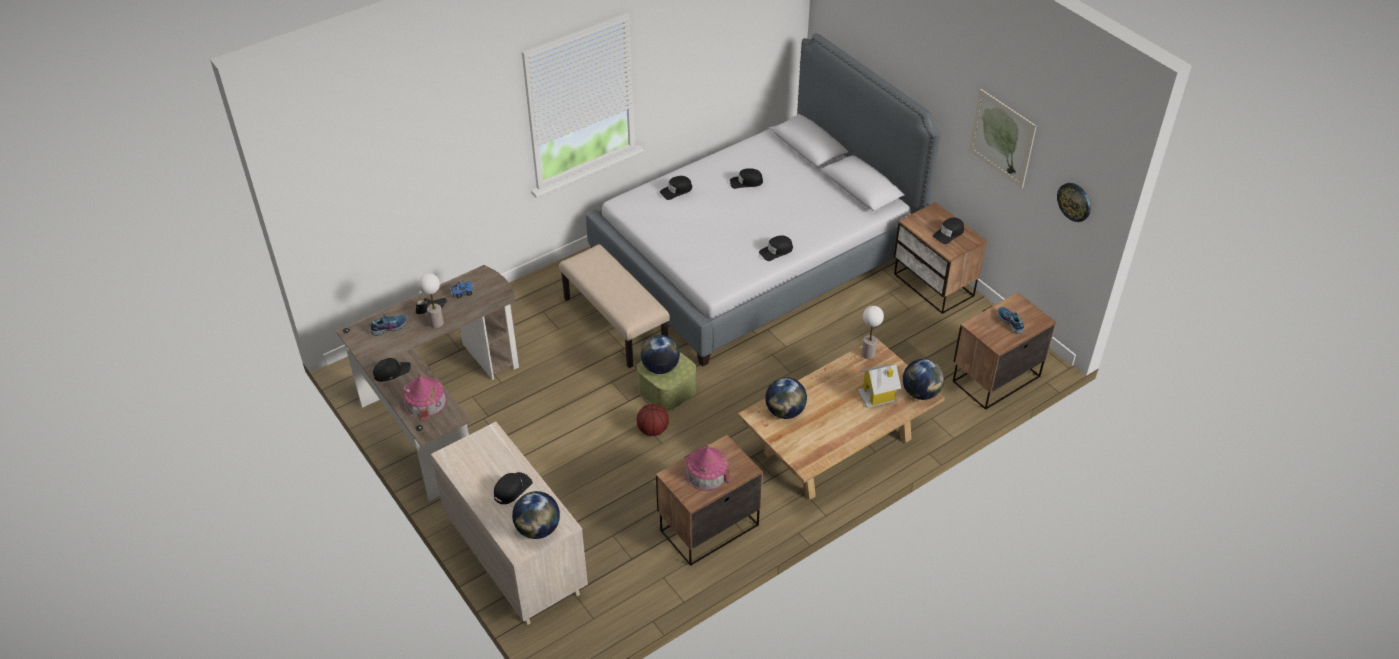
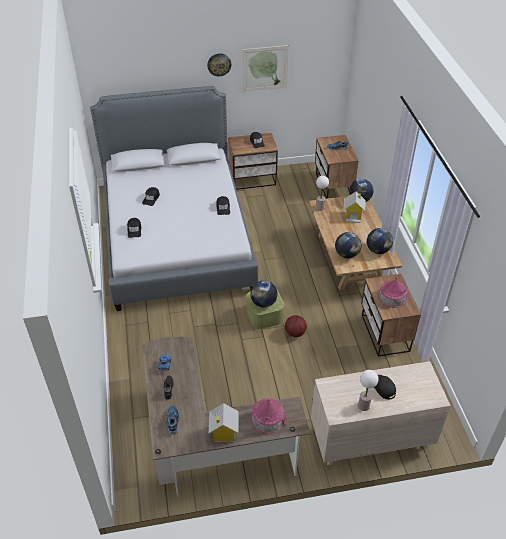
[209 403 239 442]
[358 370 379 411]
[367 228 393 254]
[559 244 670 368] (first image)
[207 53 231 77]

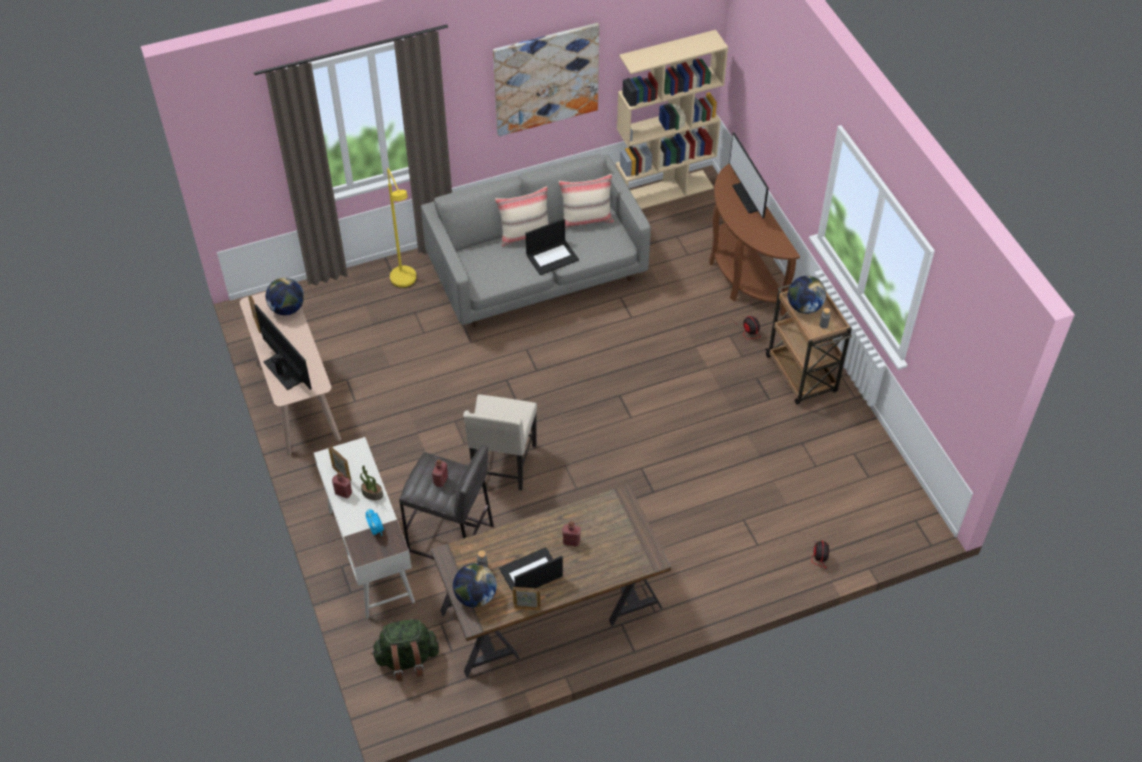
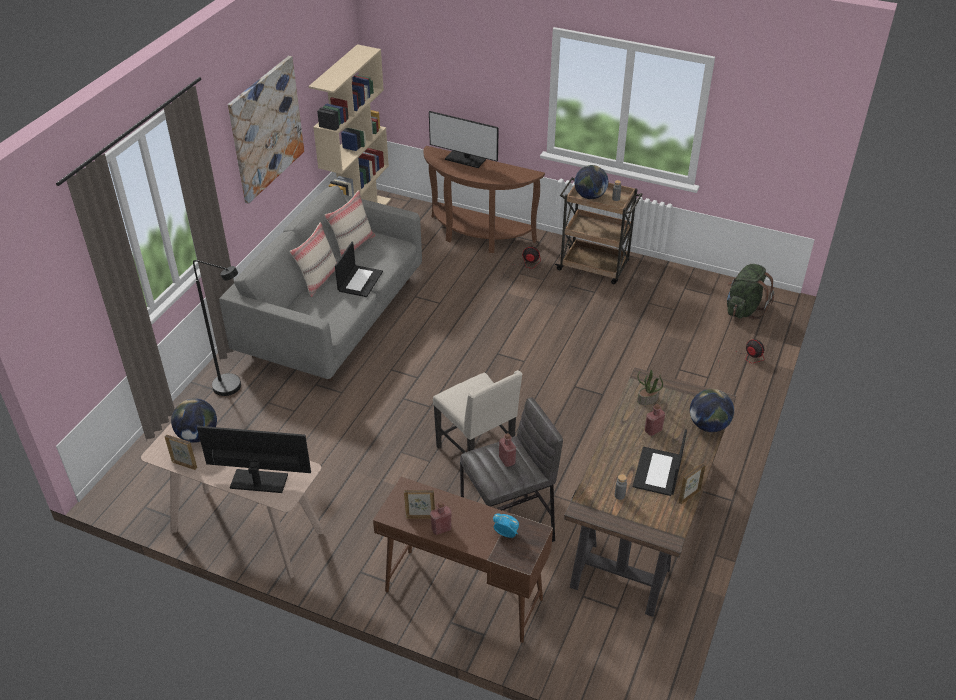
[373 477 553 643]
[637 370 663 405]
[727 264 774 320]
[193 260 241 396]
[690 389 734 432]

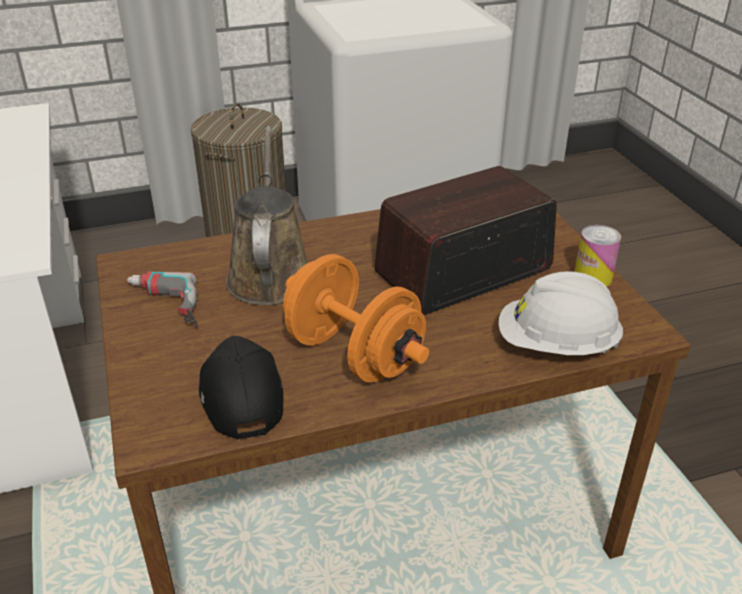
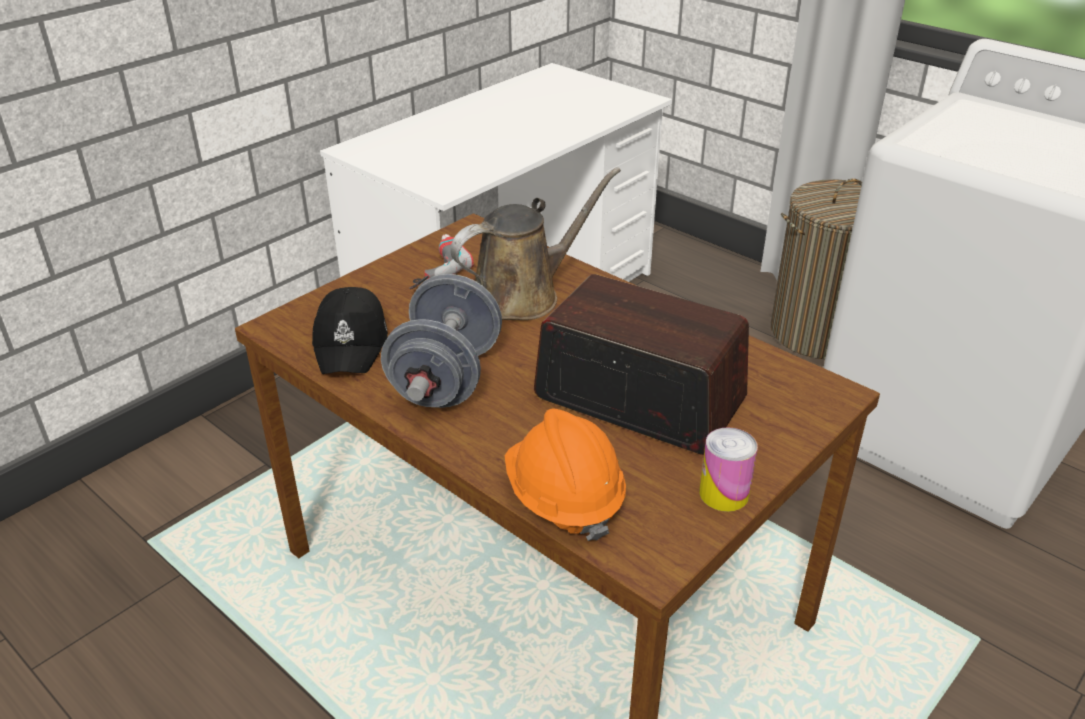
[312 287 388 374]
[381 274 502 408]
[505 408 626 541]

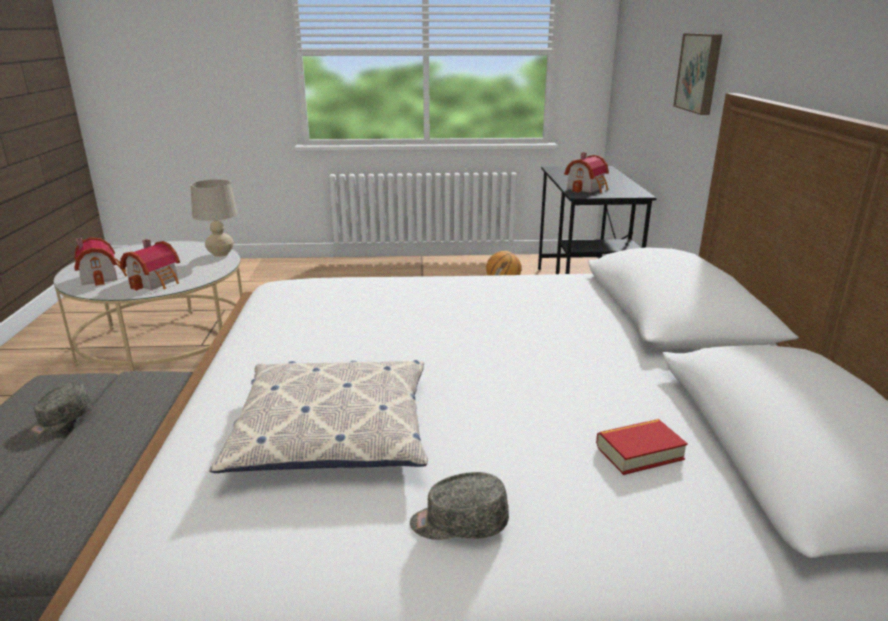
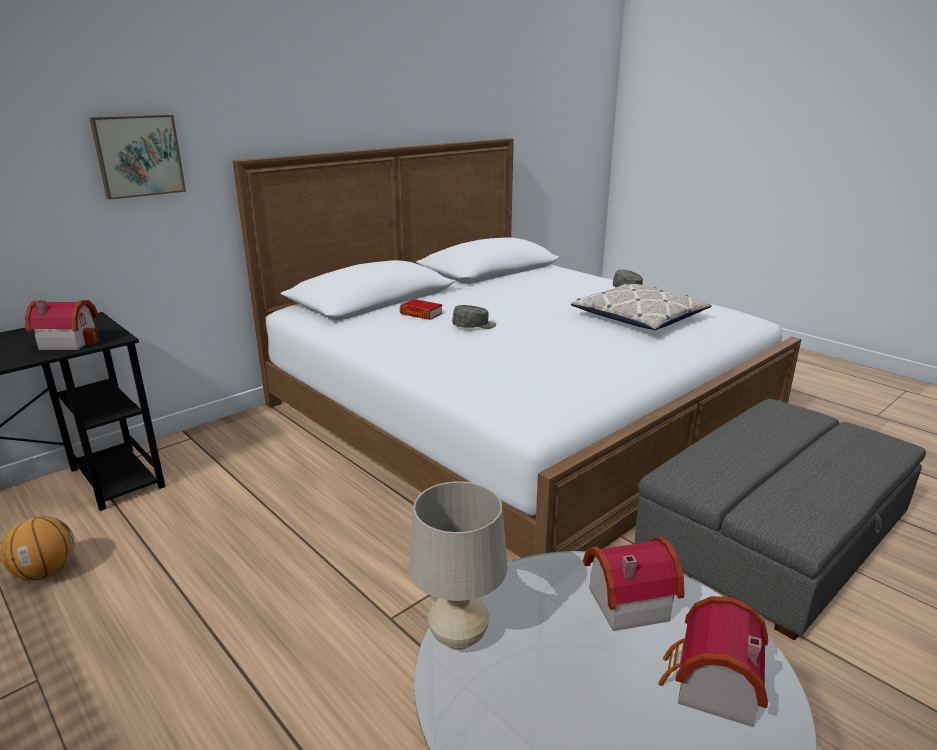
[452 305 496 329]
[400 299 443 320]

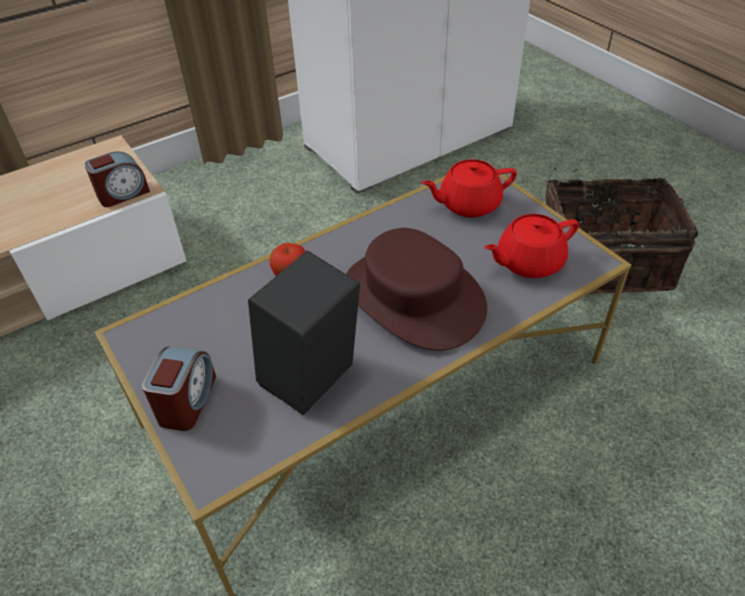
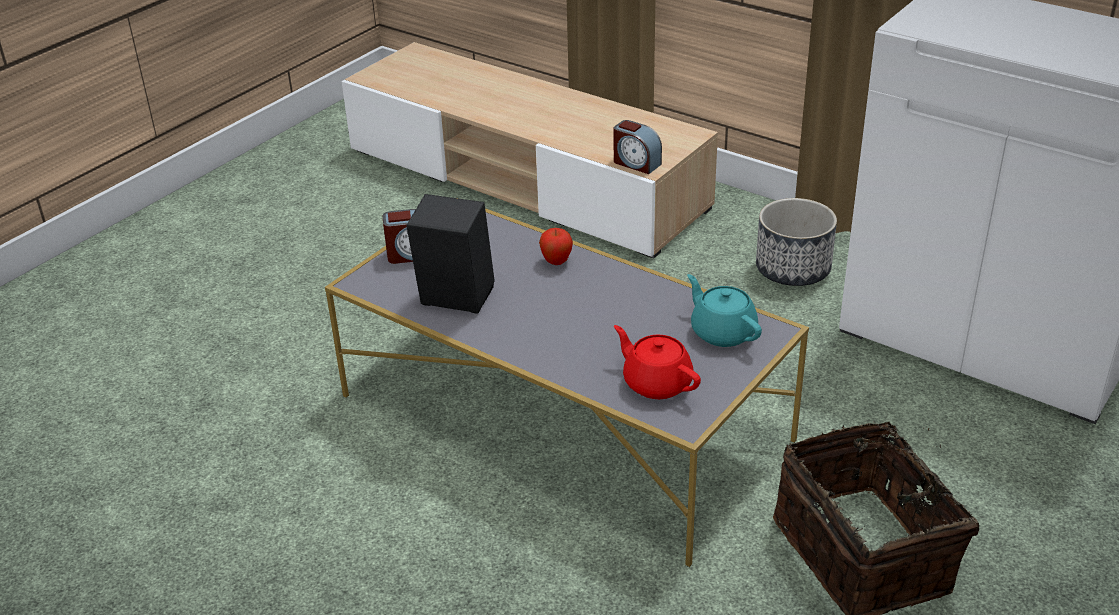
[346 228 487 351] (first image)
[687 274 762 347]
[756 198 837 286]

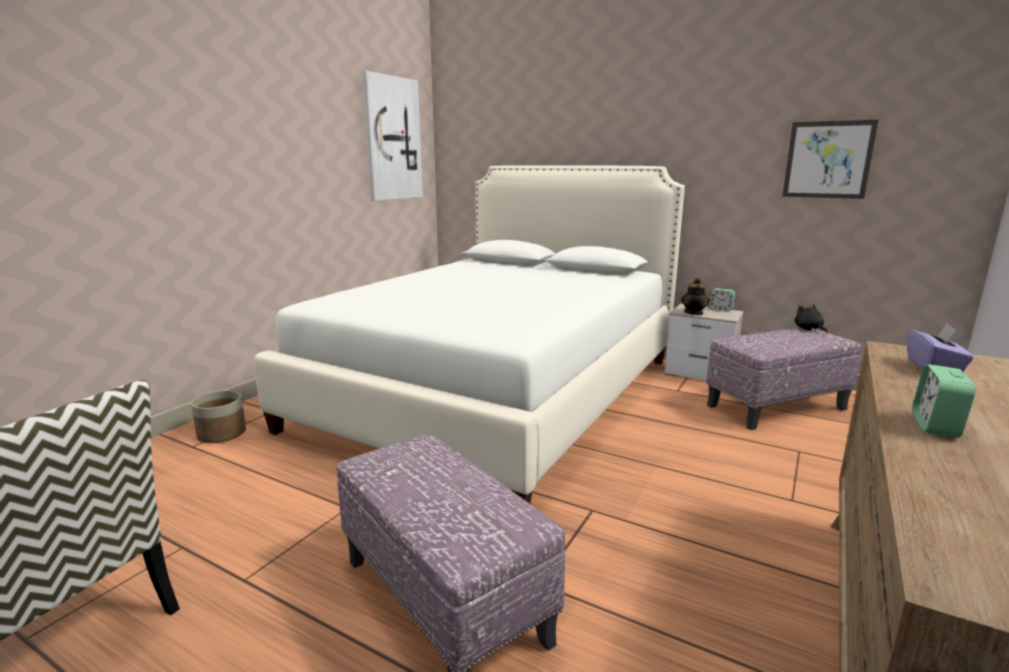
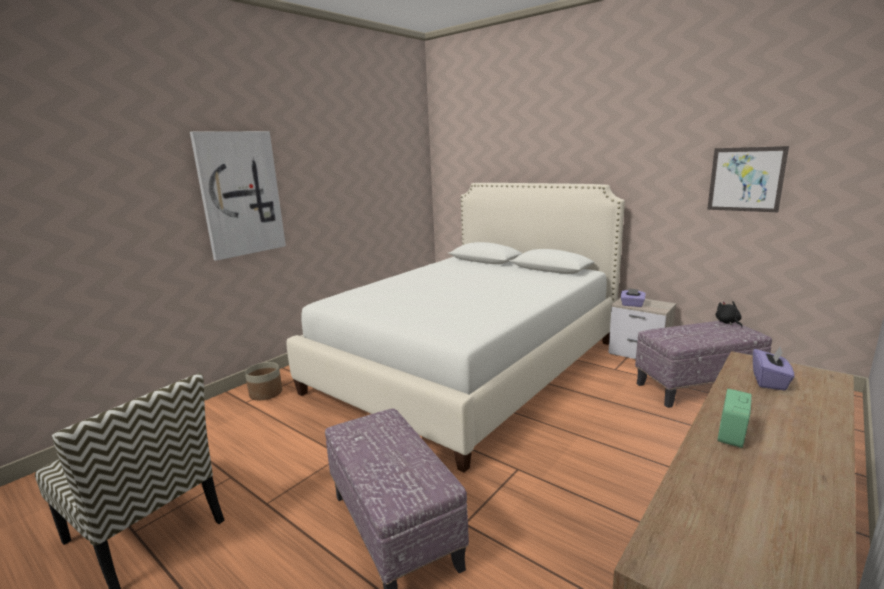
[190 131 286 261]
[621 288 646 307]
[708 288 735 312] (first image)

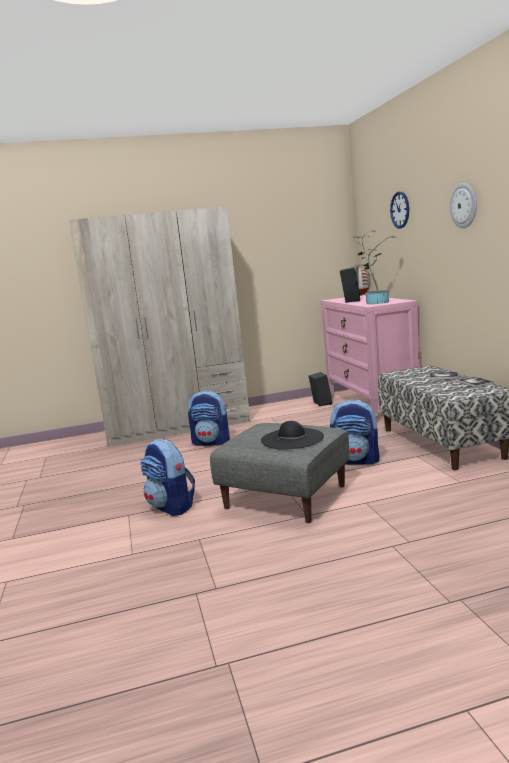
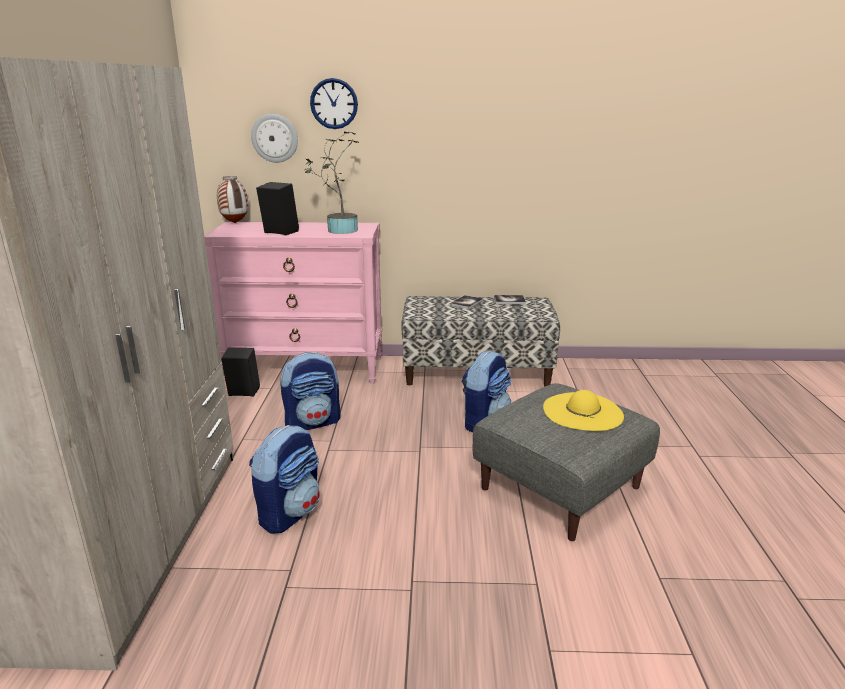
[280 352 341 430]
[543 390 624 431]
[251 114 298 163]

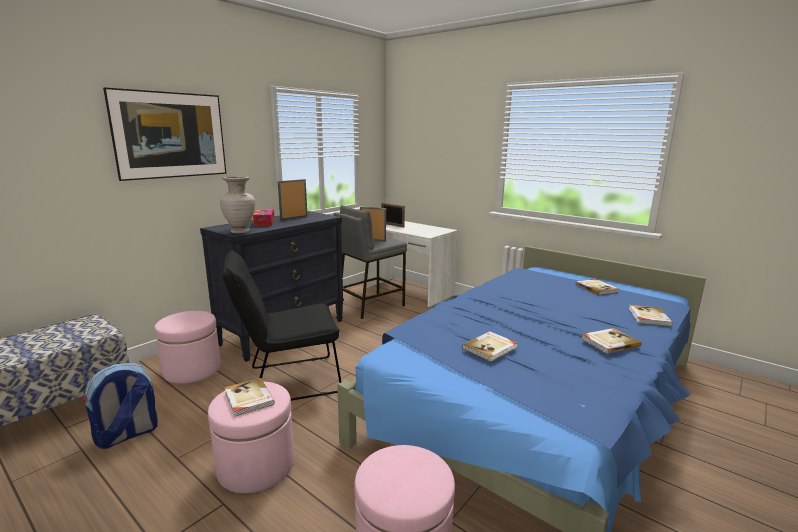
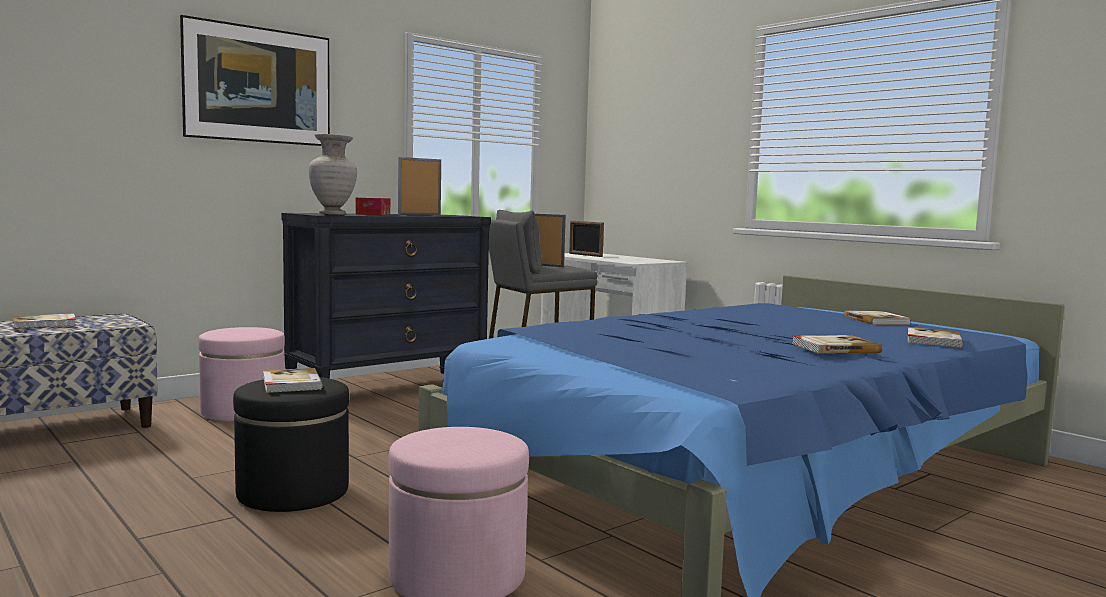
[83 363 158 449] (first image)
[233 377 349 512]
[222 250 341 401] (first image)
[13 313 76 329]

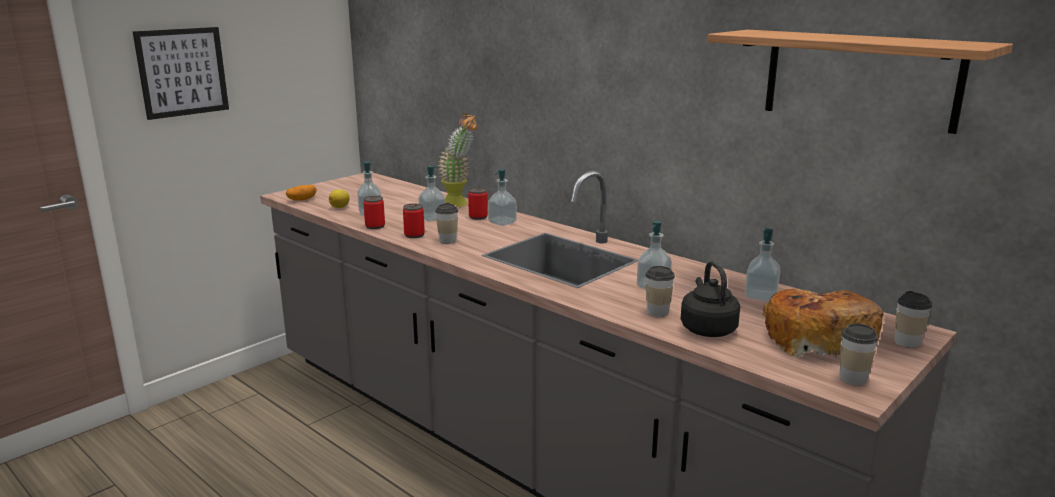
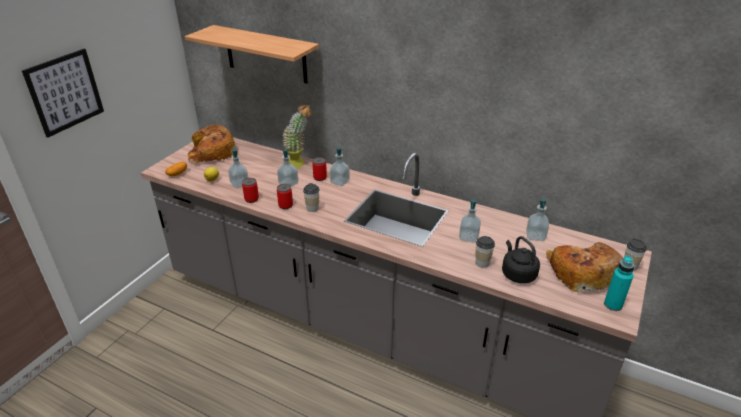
[185 25 319 83]
[604 255 635 311]
[188 125 235 163]

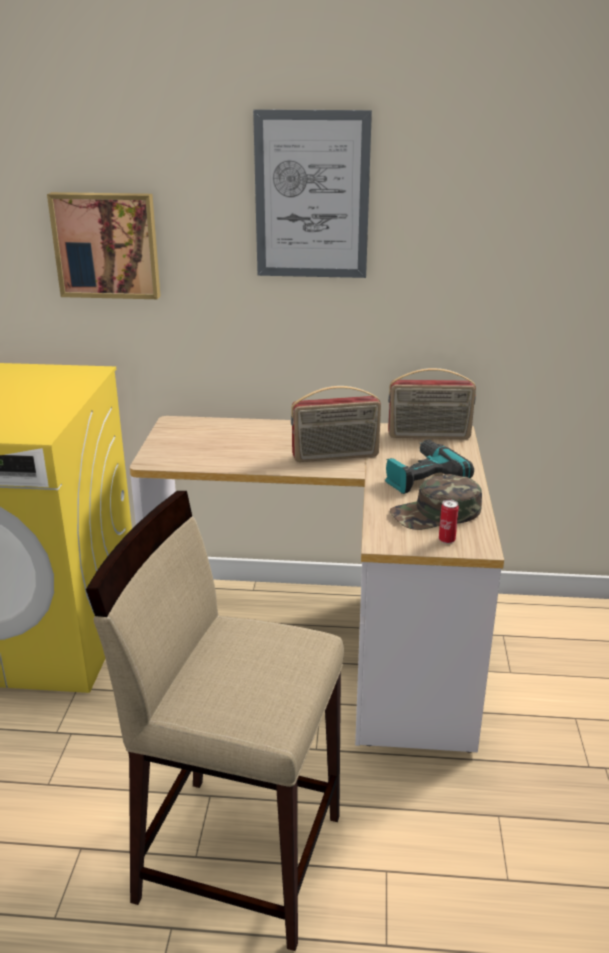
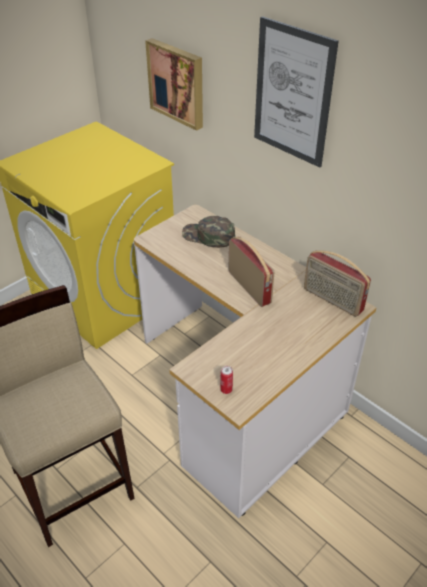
[228 237 274 307]
[385 440 474 494] (first image)
[182 216 235 248]

